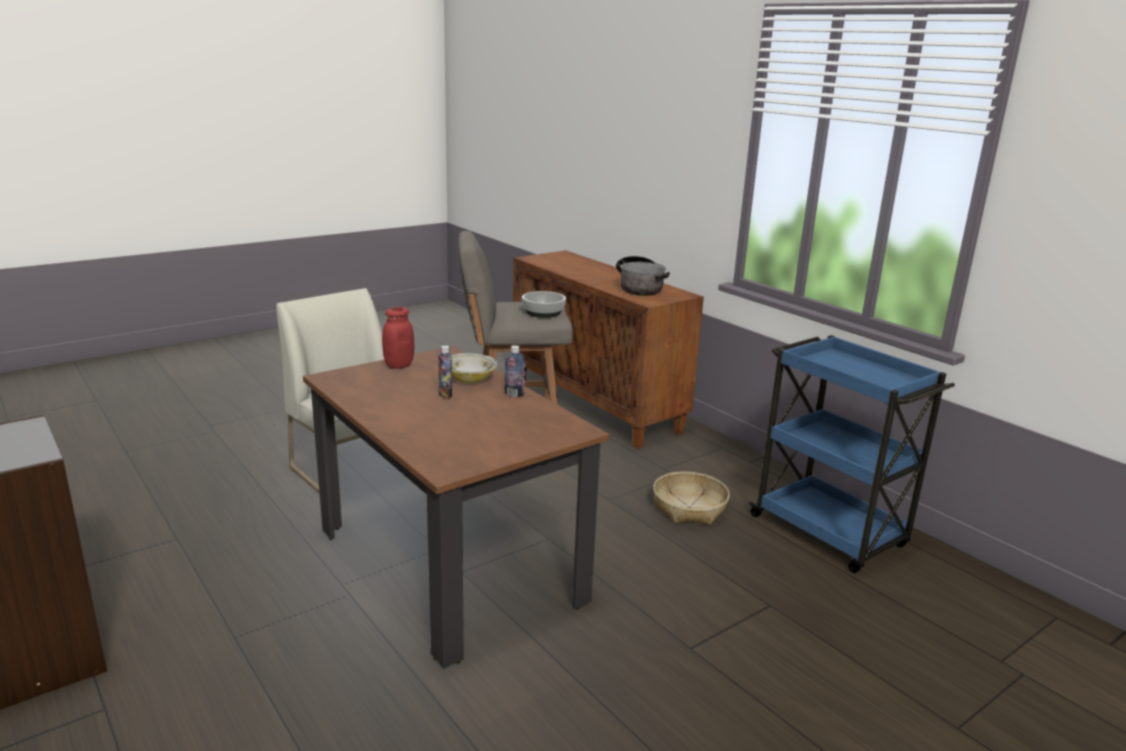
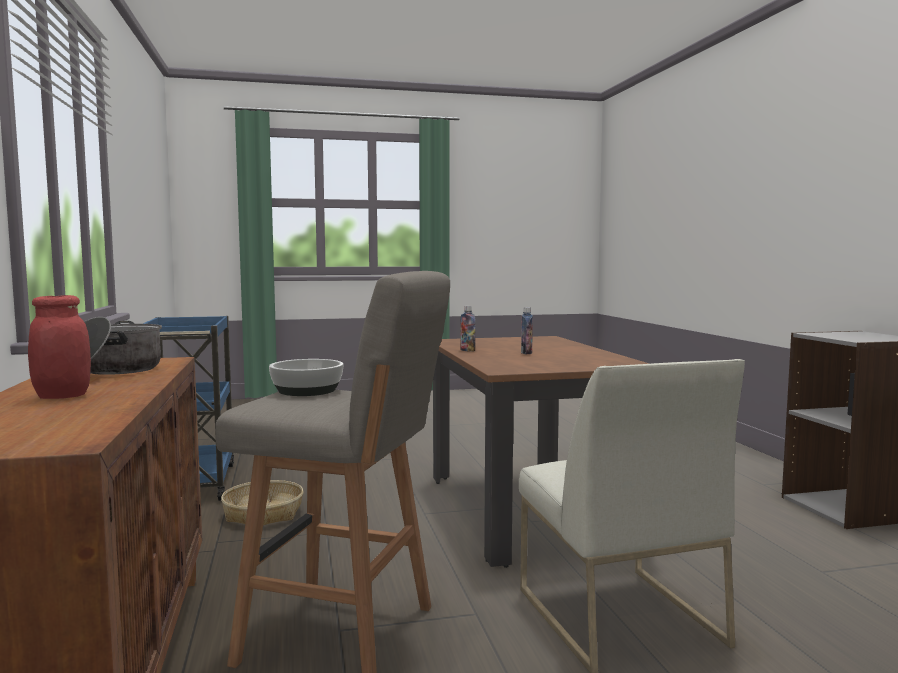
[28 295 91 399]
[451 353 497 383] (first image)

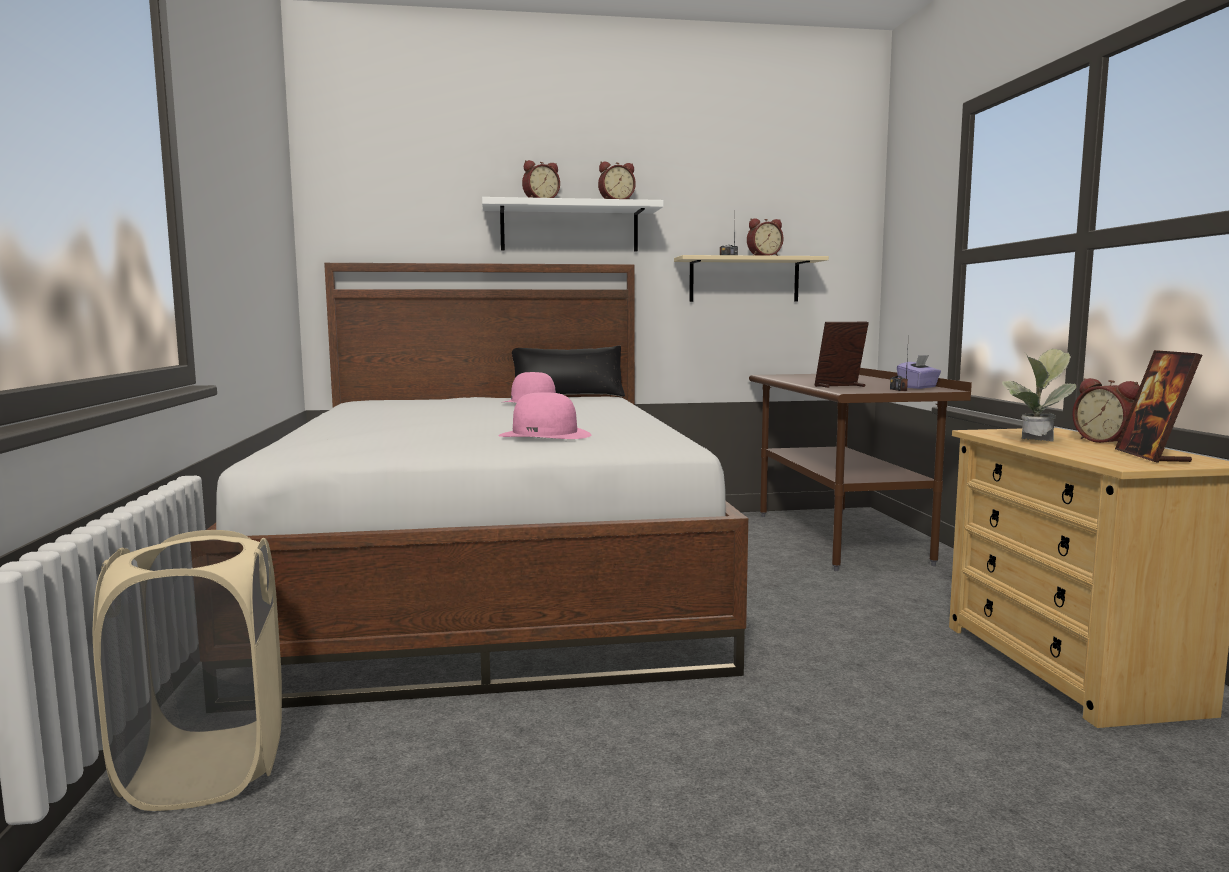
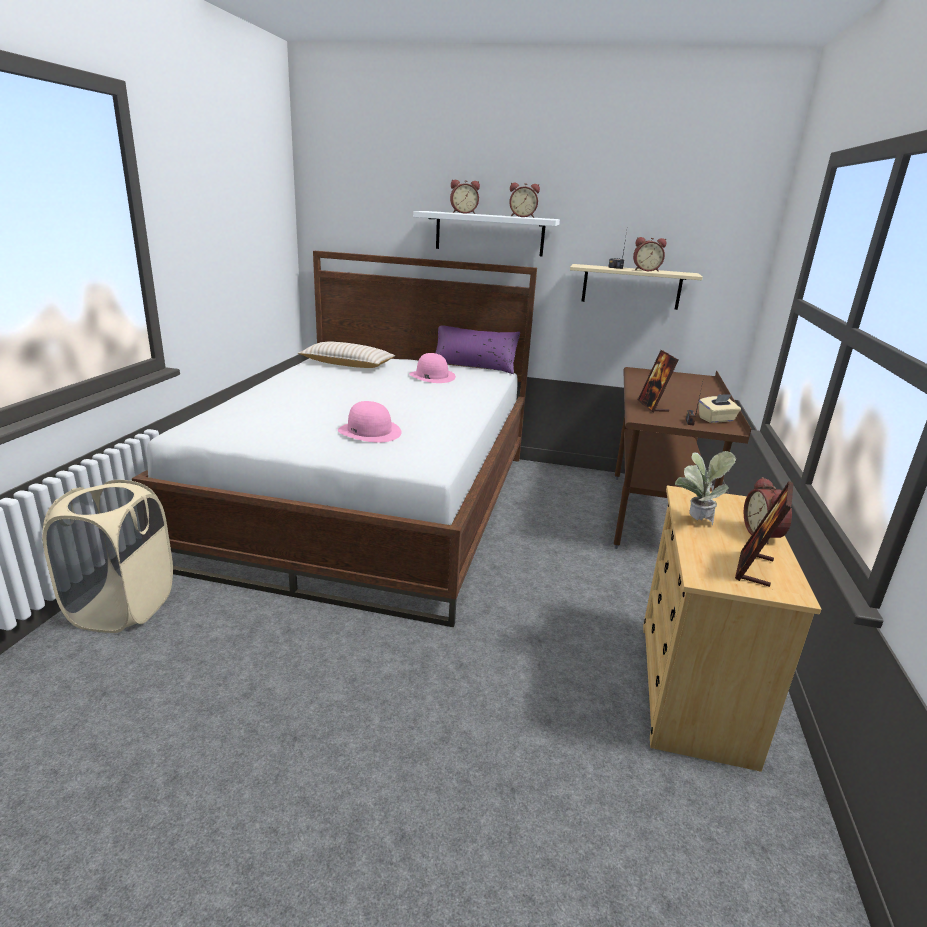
[435 325 520 374]
[638 350 678 412]
[699 394 741 423]
[298 341 395 368]

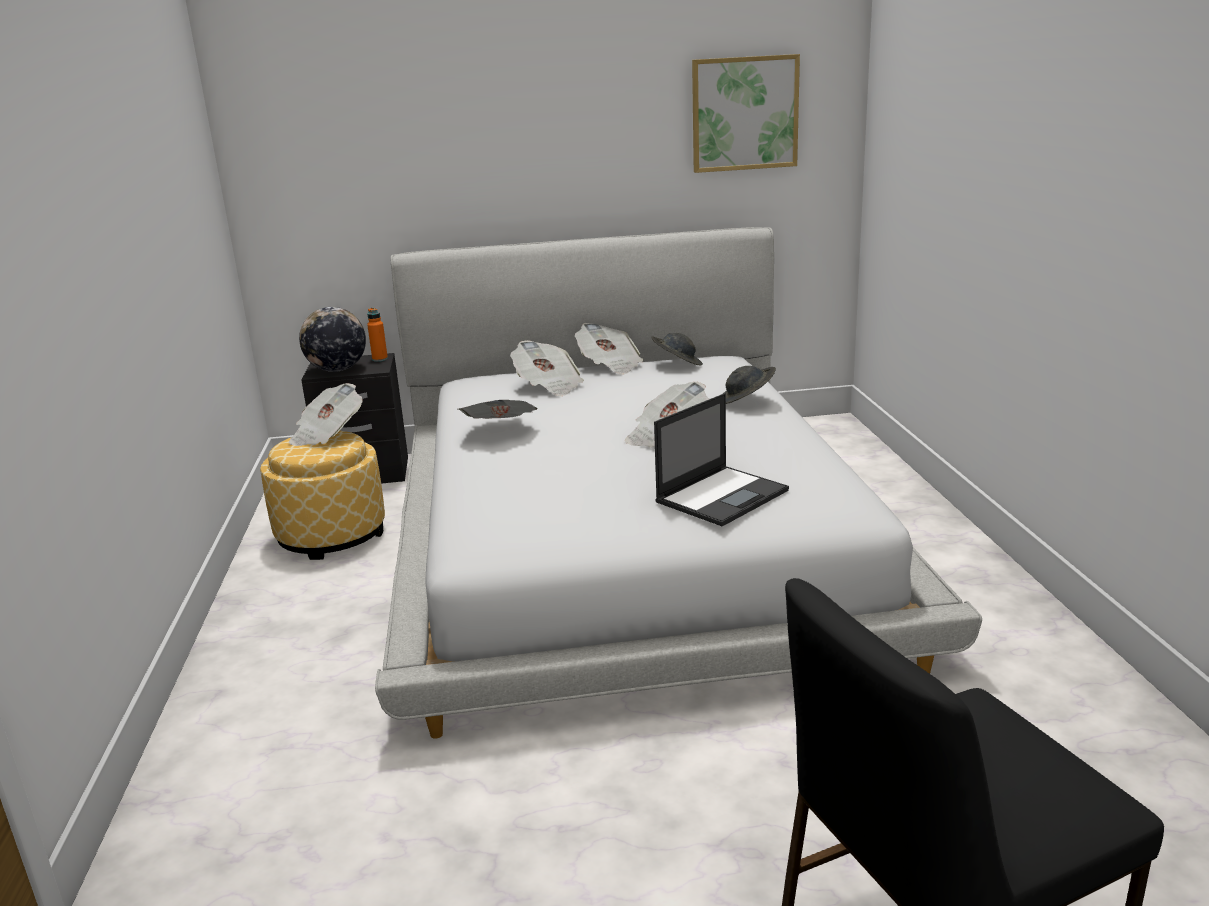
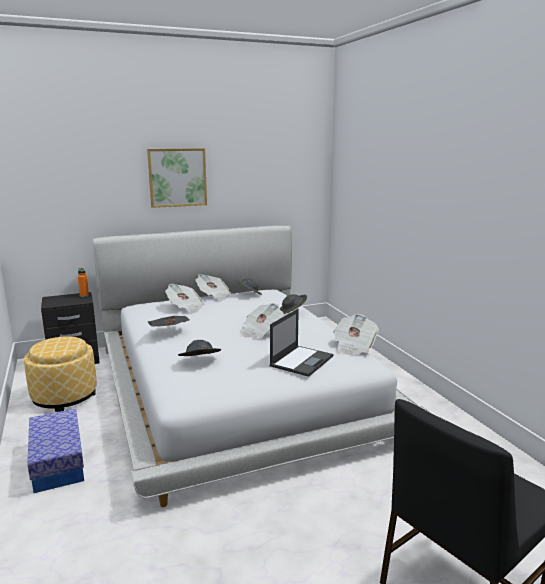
[333 314 379 355]
[299 307 366 372] (first image)
[147 148 207 208]
[28 409 84 493]
[178 340 221 356]

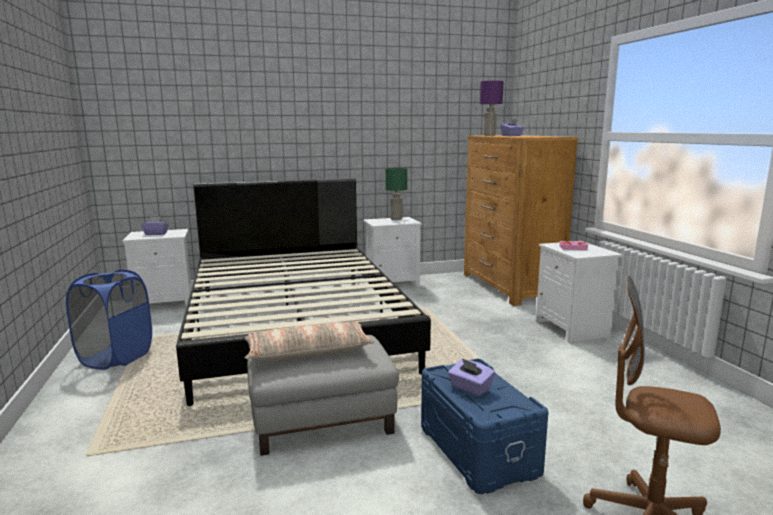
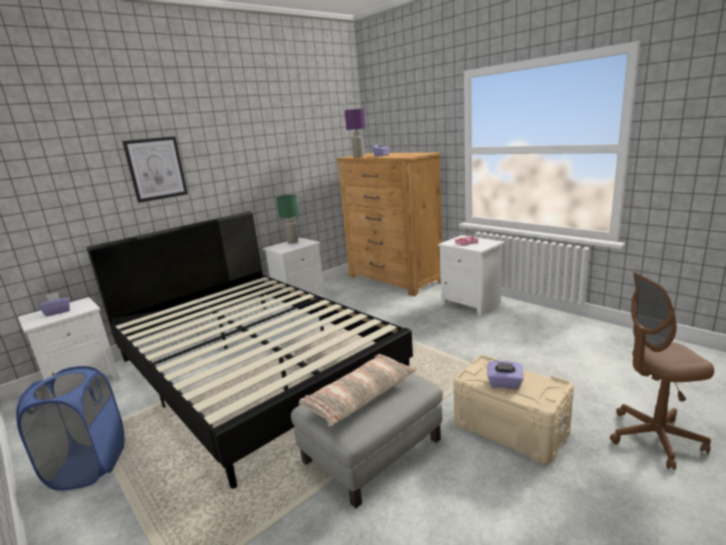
[453 355 574 465]
[122 136 188 203]

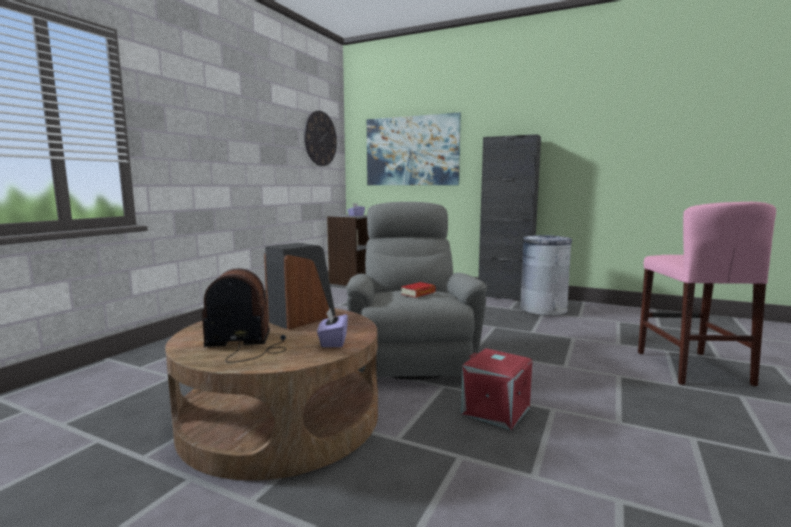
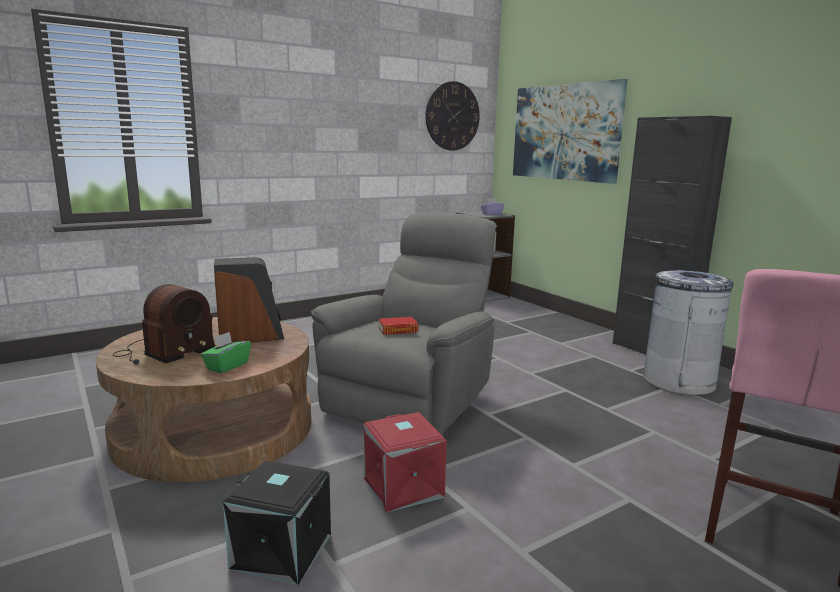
[113 284 216 365]
[201 332 251 373]
[223 460 331 585]

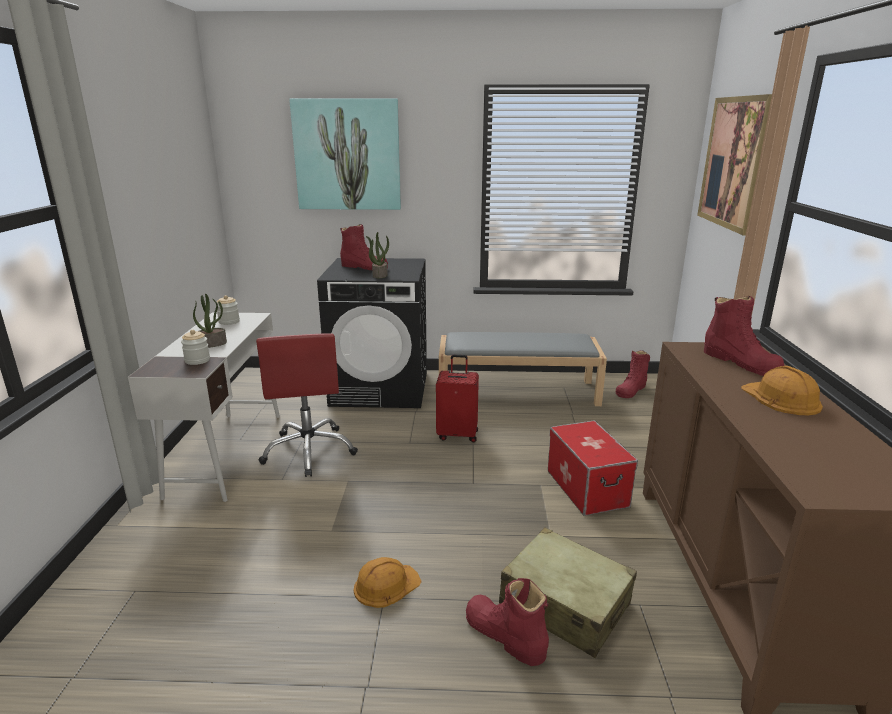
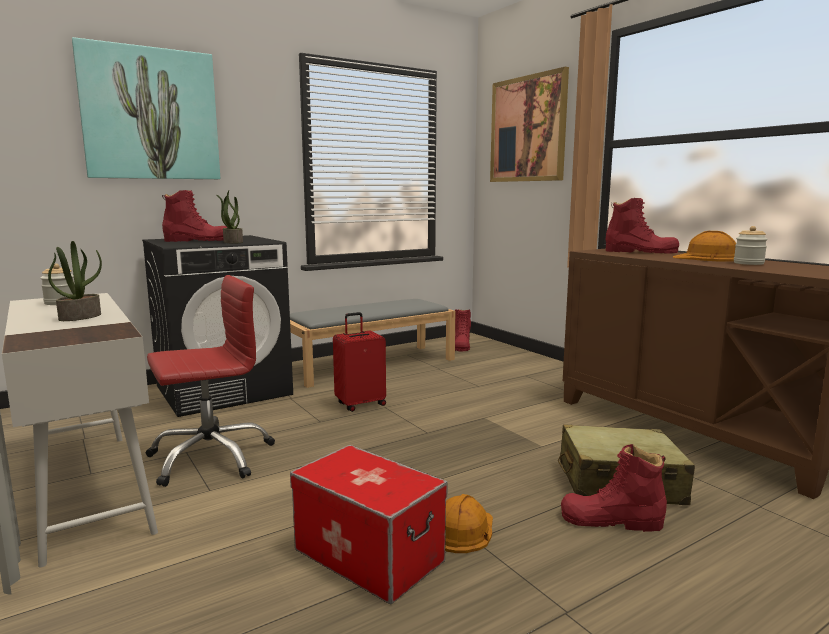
[734 226 768 265]
[146 275 275 487]
[290 445 448 604]

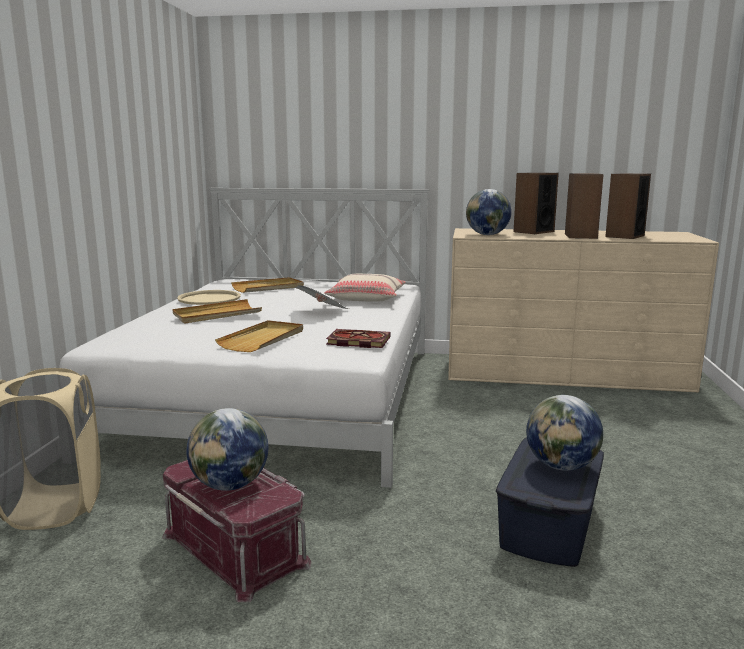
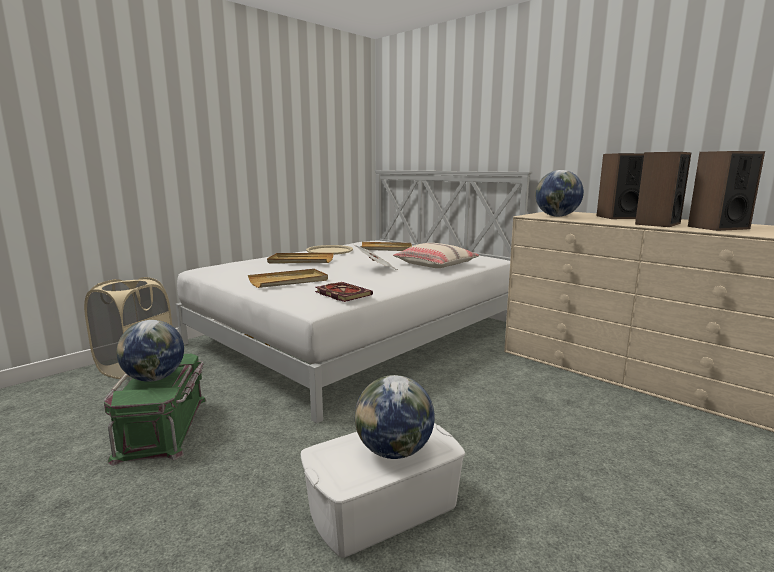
[104 354 206 466]
[301 423 465 558]

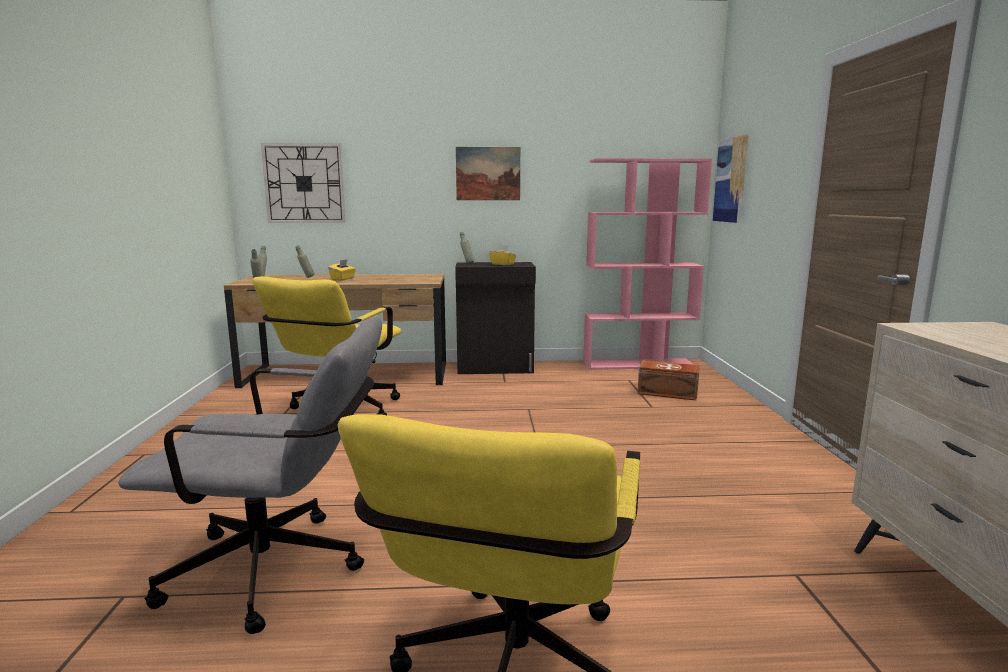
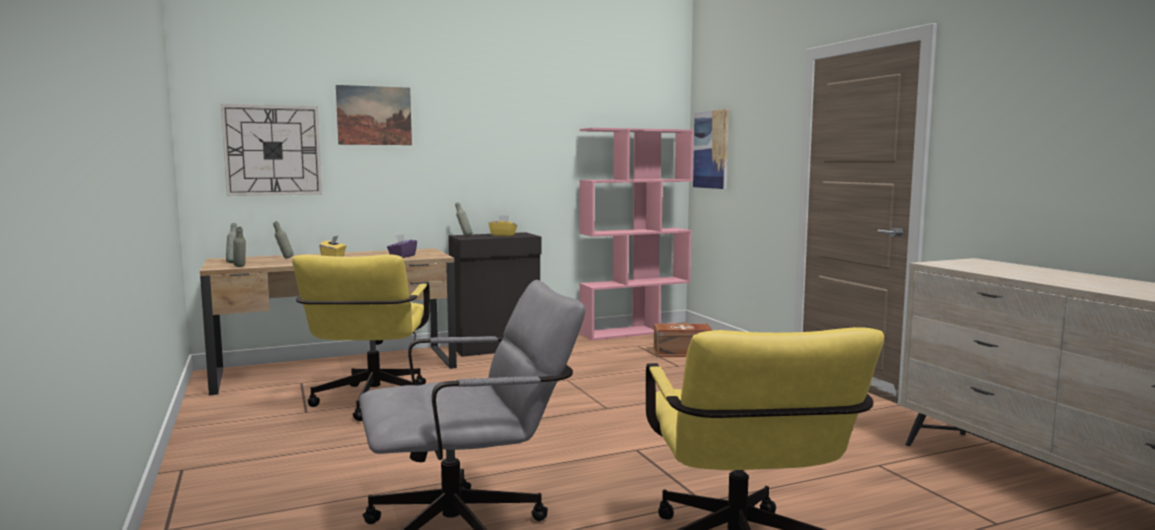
[336 85 412 145]
[387 234 417 258]

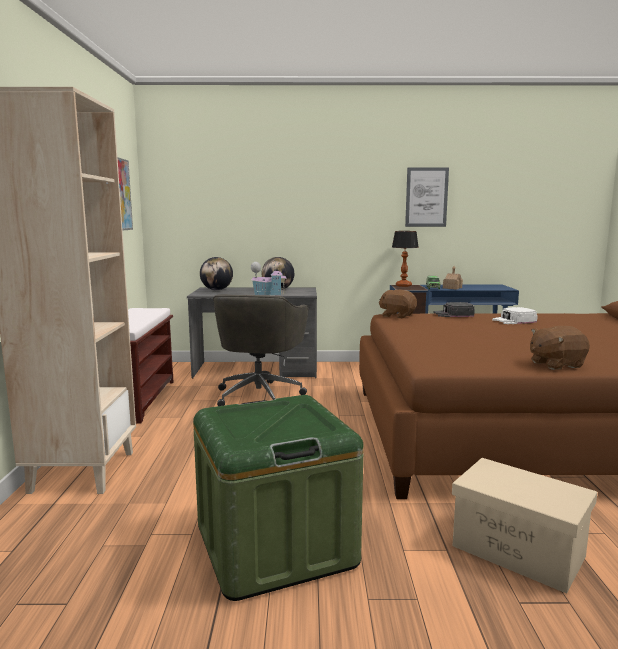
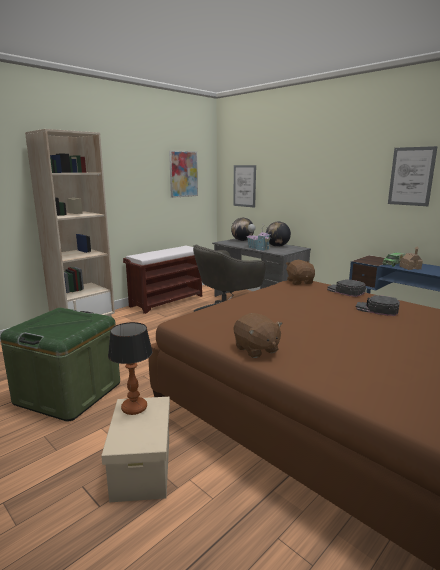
[108 322 153 415]
[356 295 400 316]
[234 313 283 358]
[233 165 256 208]

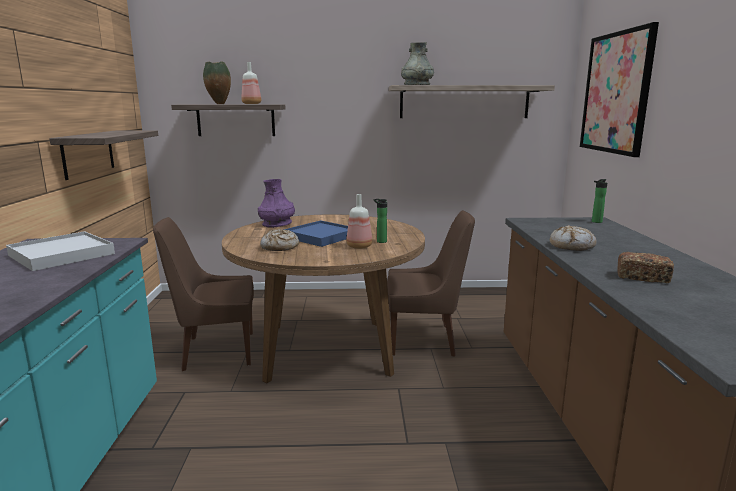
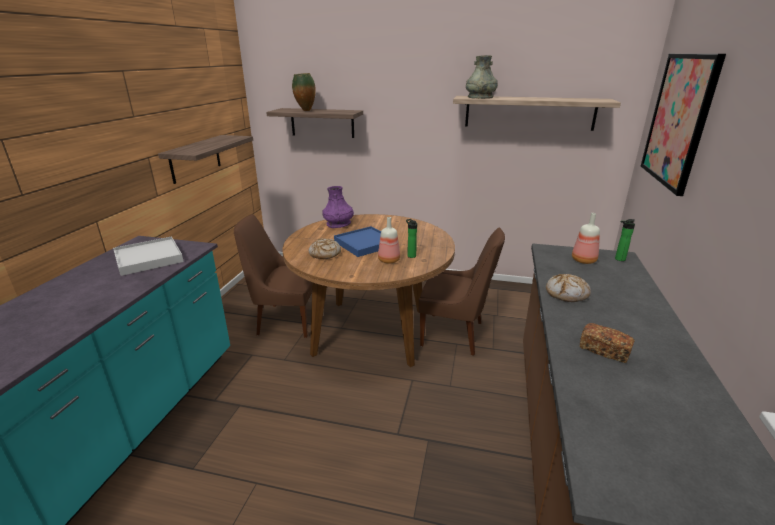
[572 213 600 264]

